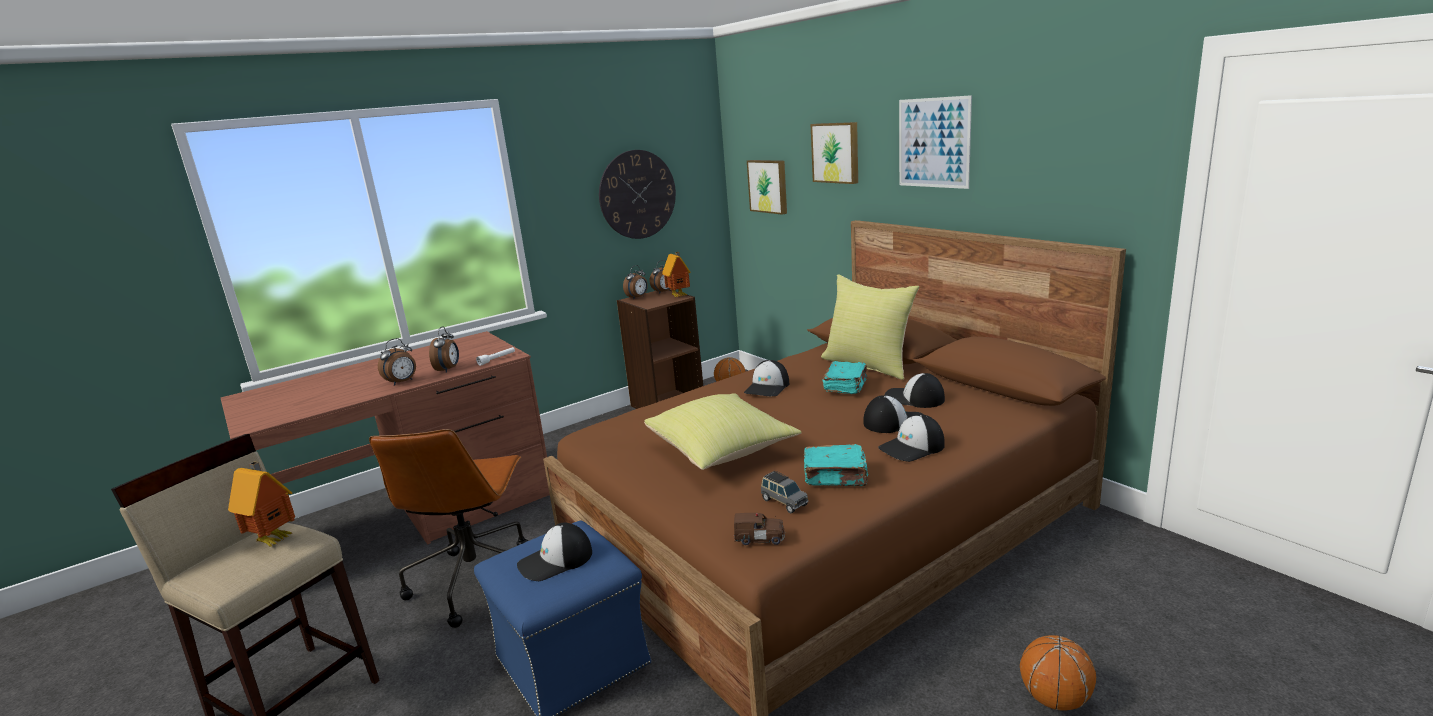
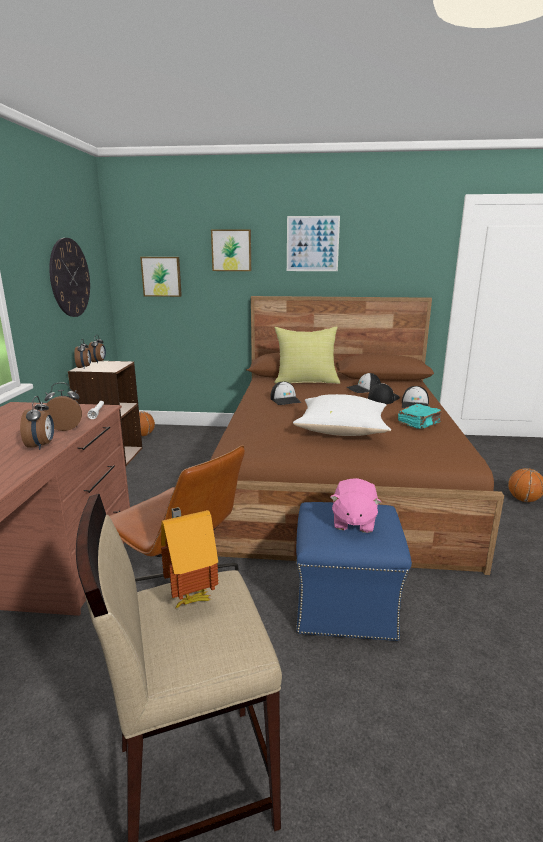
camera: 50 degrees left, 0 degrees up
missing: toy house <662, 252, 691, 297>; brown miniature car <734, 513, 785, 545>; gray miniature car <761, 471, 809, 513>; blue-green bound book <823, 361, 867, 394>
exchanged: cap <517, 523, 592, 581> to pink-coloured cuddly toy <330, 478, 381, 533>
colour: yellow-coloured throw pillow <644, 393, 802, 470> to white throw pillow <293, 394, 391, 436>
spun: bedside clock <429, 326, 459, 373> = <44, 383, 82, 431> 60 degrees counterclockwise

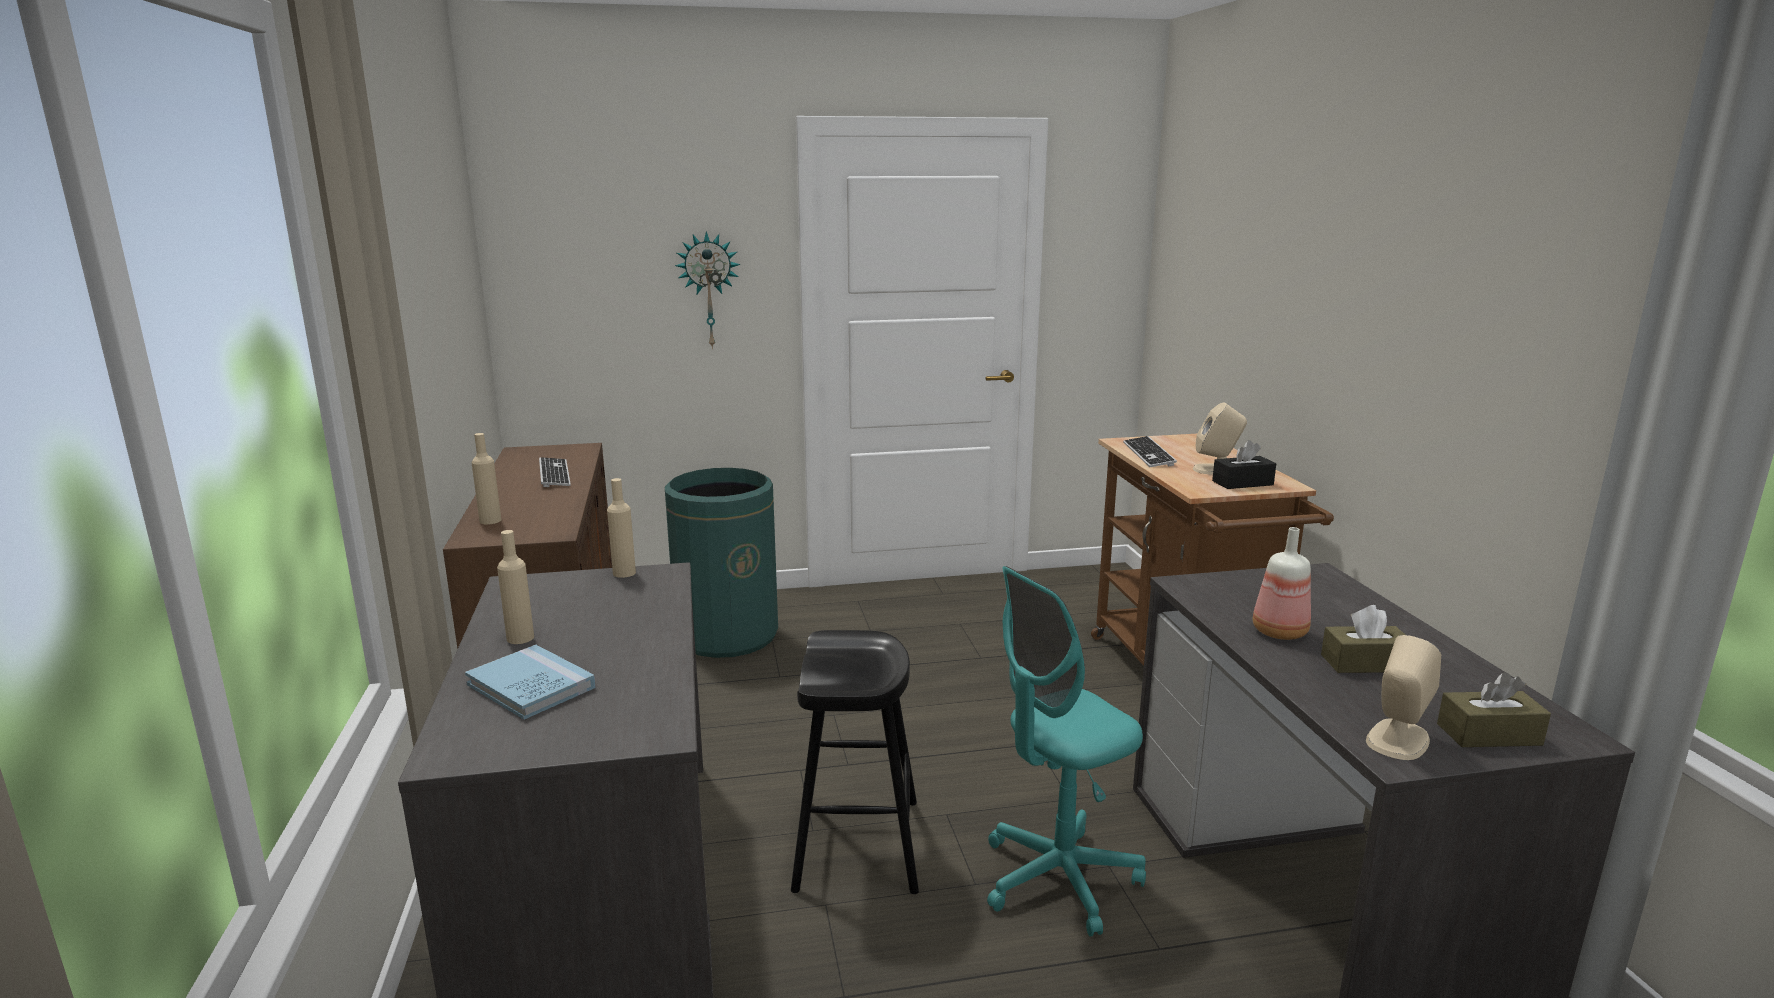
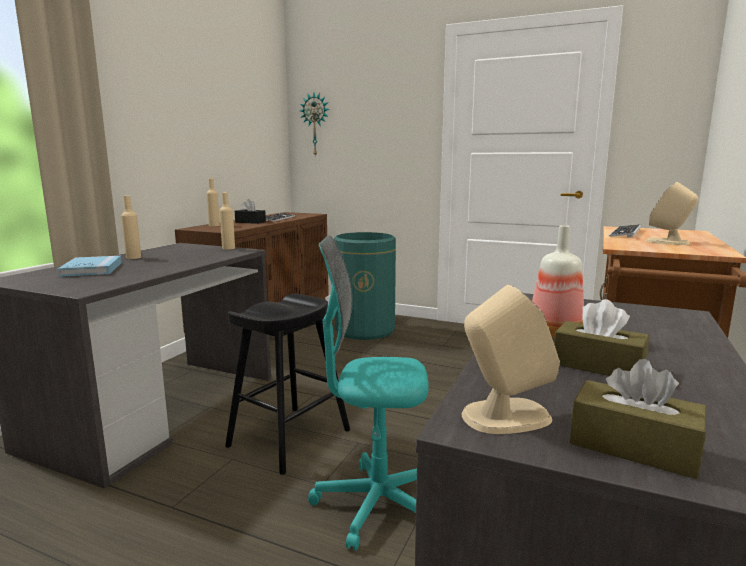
camera: 35 degrees right, 5 degrees down
relocated: clock on the wall <675, 231, 740, 349> to <300, 93, 330, 157>; black-coloured tissue holder <1212, 440, 1276, 489> to <235, 199, 266, 224>

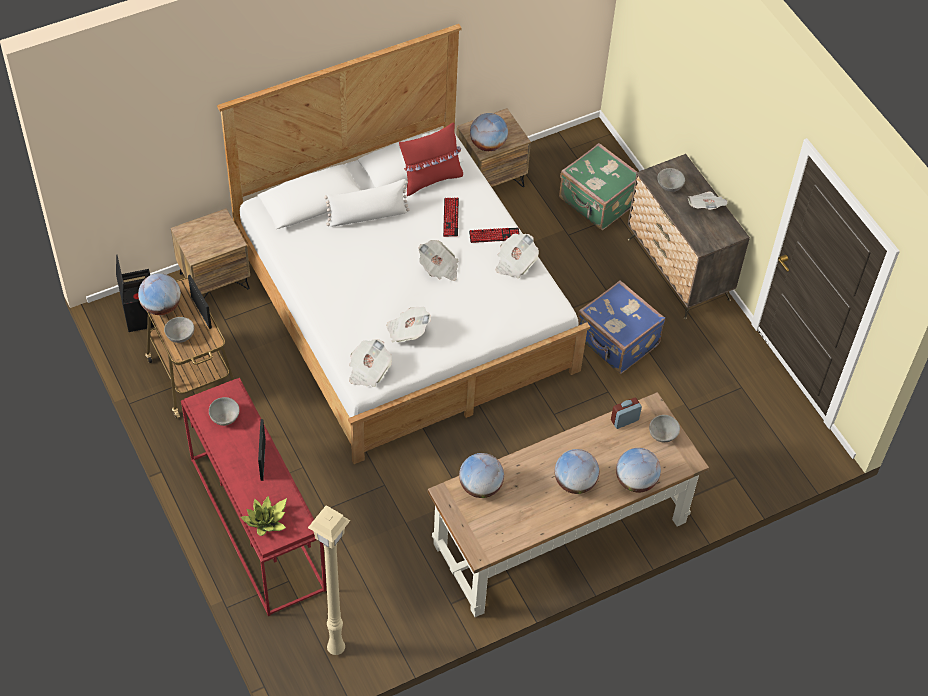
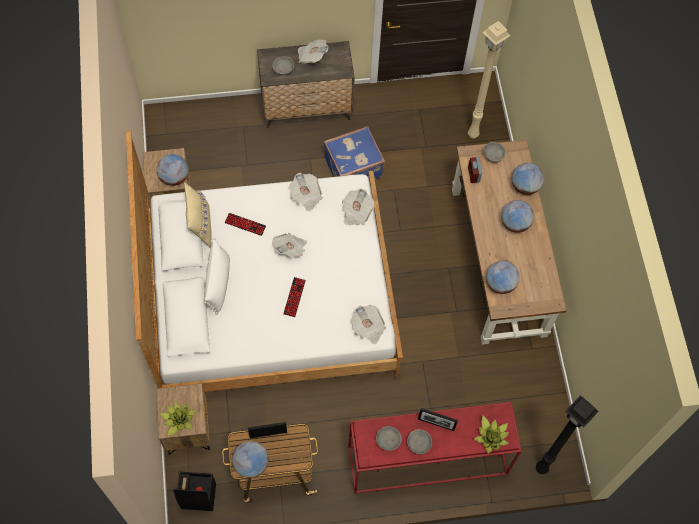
camera: 70 degrees left, 10 degrees up
missing: greenish piece of luggage <559, 143, 637, 230>
appeared: houseplant <160, 401, 196, 436>; black-coloured standard lamp <536, 395, 599, 474>
relocated: gray serving bowl <164, 317, 194, 343> to <407, 429, 432, 454>; sand-coloured standard lamp <308, 505, 350, 655> to <468, 21, 511, 138>; daily paper <386, 306, 431, 342> to <342, 189, 375, 225>; computer keyboard <469, 227, 520, 243> to <283, 277, 306, 317>
colour: red throw pillow <399, 123, 463, 196> to sand-coloured throw pillow <184, 182, 212, 248>

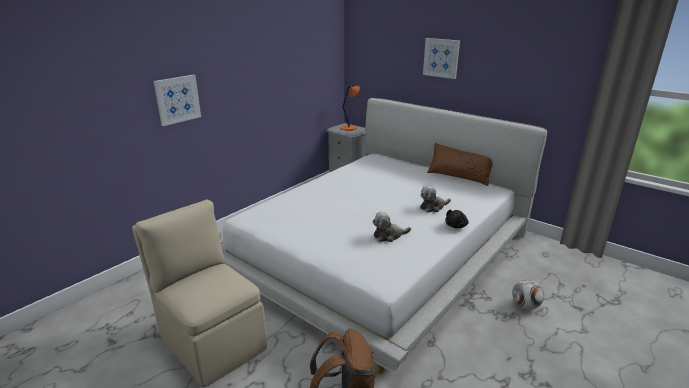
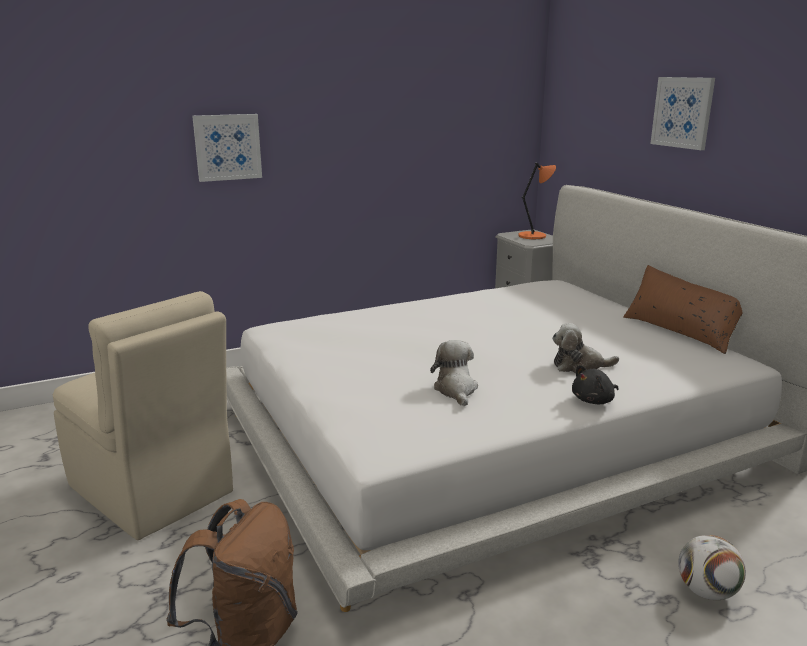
camera: 25 degrees right, 5 degrees down
spun: sand-coloured upright chair <132, 200, 267, 388> = <53, 291, 233, 540> 150 degrees clockwise; cuddly toy <373, 212, 411, 242> = <430, 340, 478, 407> 75 degrees clockwise

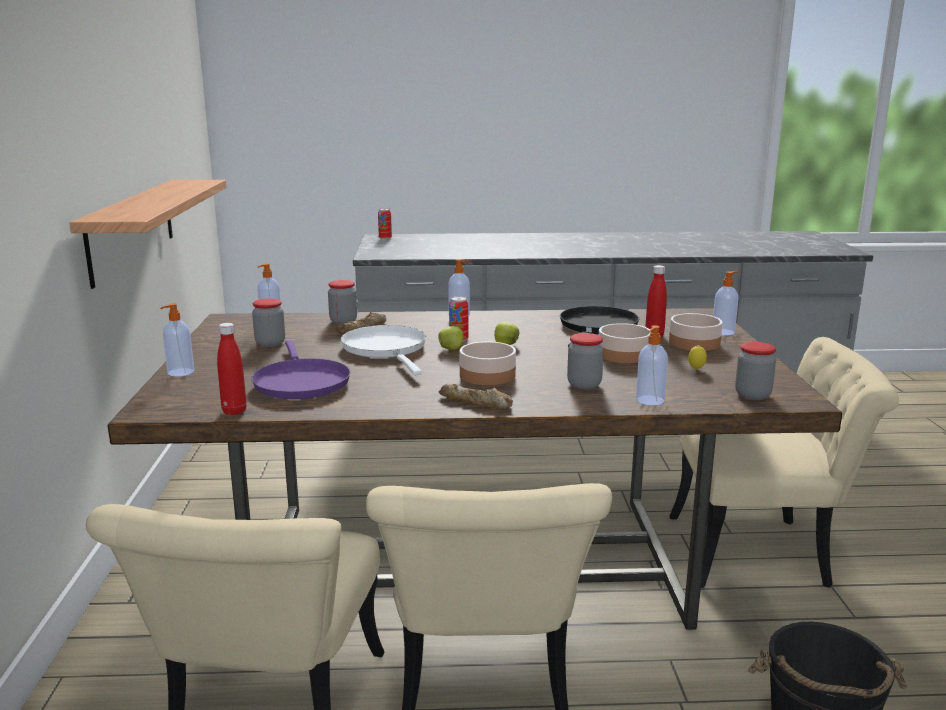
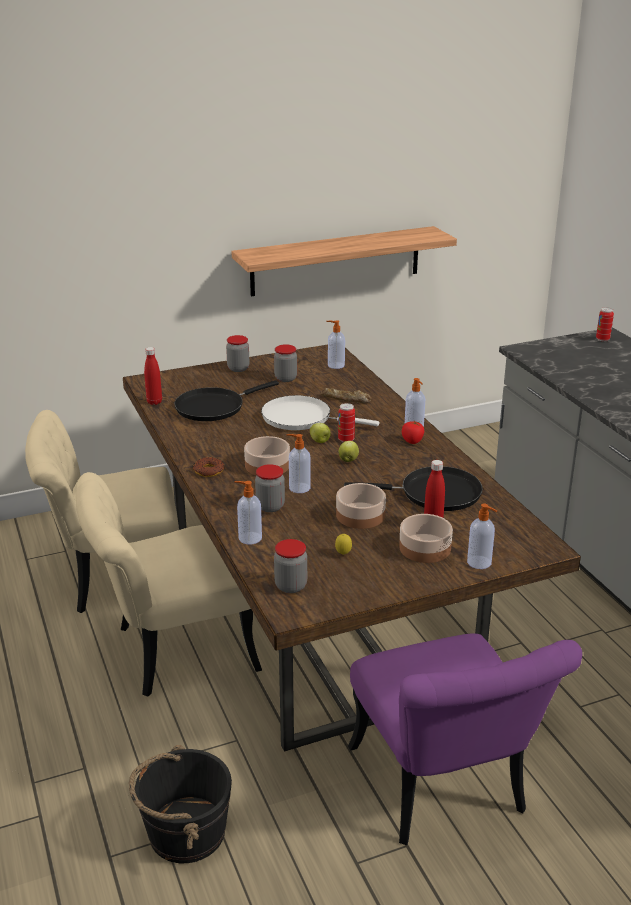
camera: 70 degrees right, 10 degrees up
appeared: whole tomato <402, 420, 424, 444>
relocated: liquid soap bottle <160, 303, 194, 376> to <287, 434, 311, 493>; jar <328, 280, 357, 324> to <226, 335, 249, 372>
exchanged: baked bread <439, 384, 513, 409> to donut <193, 457, 225, 477>
colour: purplish frying pan <251, 340, 351, 399> to black-coloured frying pan <174, 380, 279, 421>; sand-coloured upright chair <669, 337, 899, 588> to purplish upright chair <348, 634, 582, 845>
spun: white frying pan <341, 325, 426, 375> = <261, 395, 379, 430> 120 degrees counterclockwise

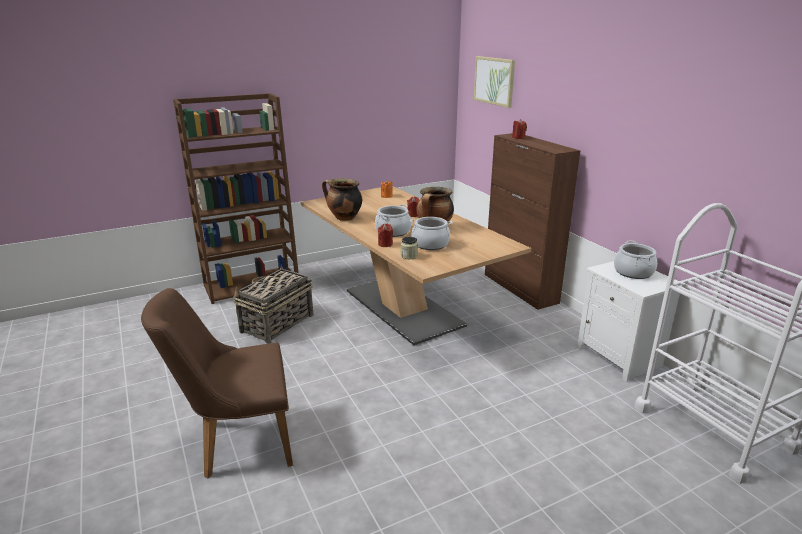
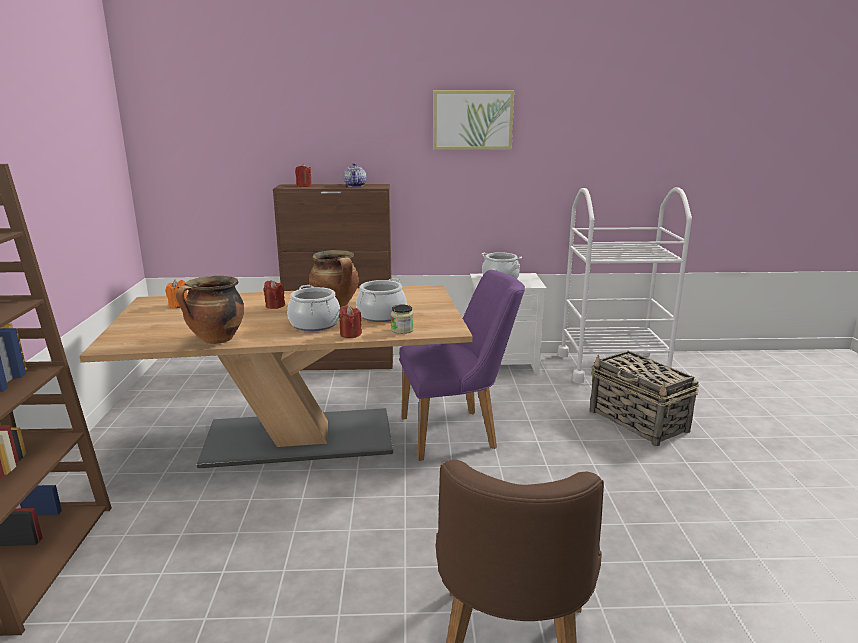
camera: 65 degrees left, 5 degrees down
appeared: teapot <344, 163, 367, 187>; purplish upright chair <399, 270, 525, 461>
relocated: basket <233, 264, 313, 344> to <590, 351, 699, 446>; wall art <474, 56, 515, 108> to <433, 90, 514, 150>

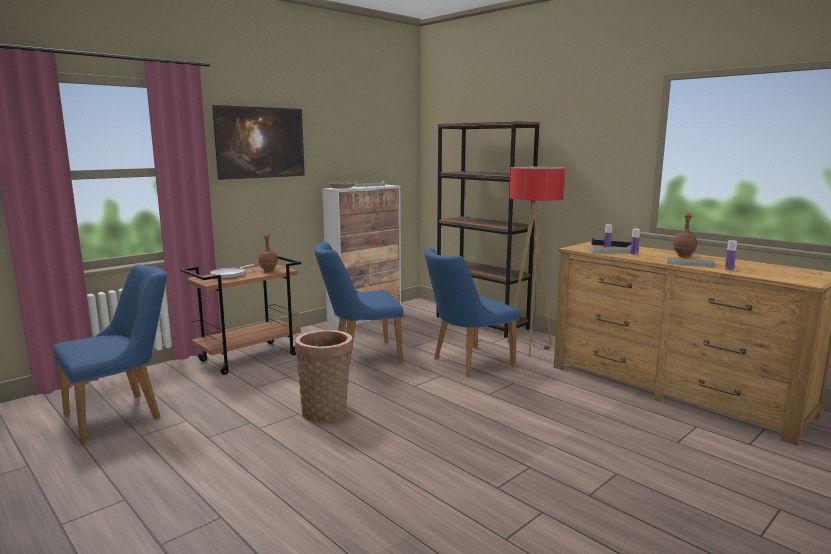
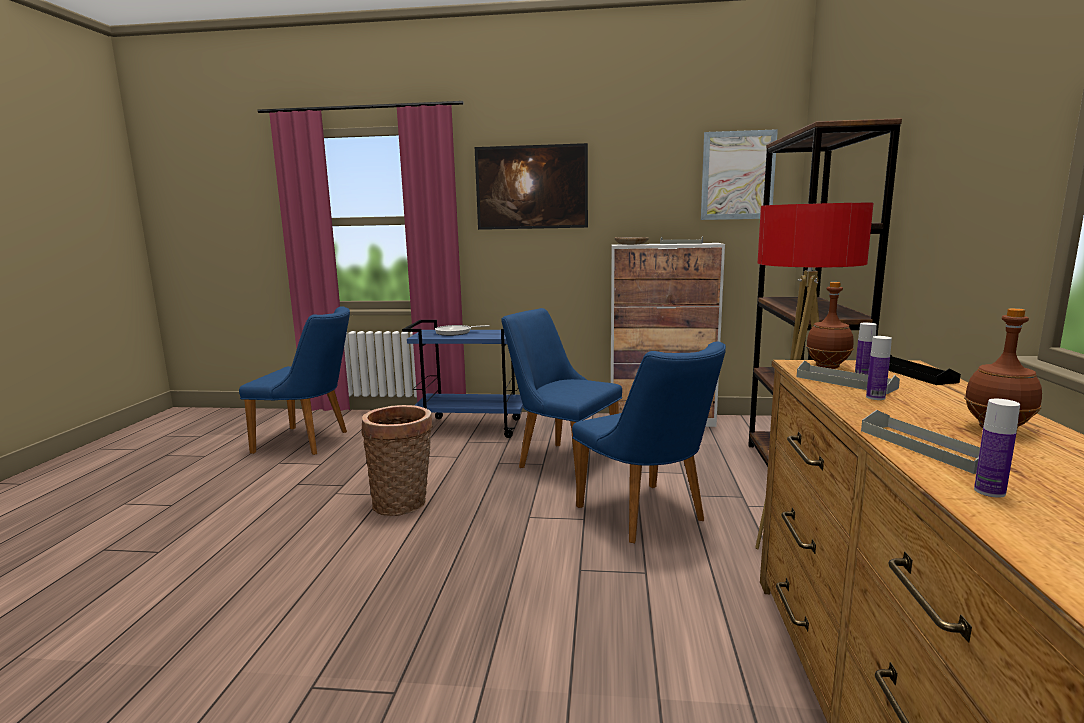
camera: 50 degrees right, 0 degrees up
appeared: wall art <701, 129, 778, 220>
relocated: brown drink bottle <258, 234, 278, 272> to <806, 282, 854, 369>
colour: brown wheeled cart <181, 256, 301, 375> to blue-coloured wheeled cart <402, 320, 523, 438>
spun: blue-coloured upright chair <424, 248, 520, 377> = <572, 342, 726, 543> 135 degrees counterclockwise

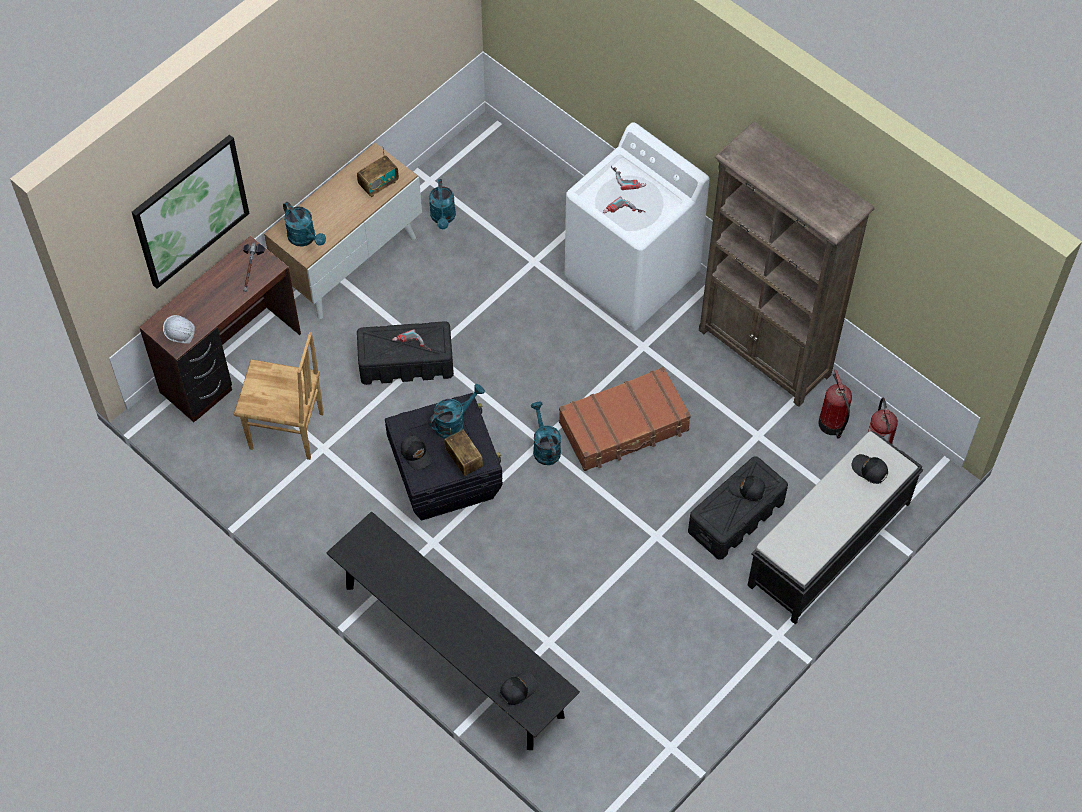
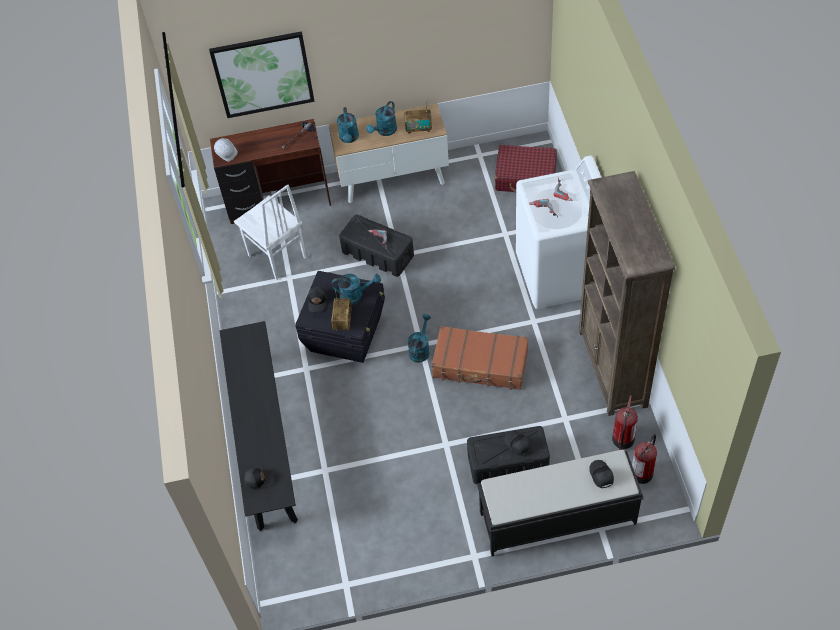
camera: 40 degrees right, 5 degrees down
appeared: red piece of luggage <495, 145, 557, 193>
relocated: blue-green watering pot <429, 179, 456, 229> to <366, 101, 397, 136>
colour: brown upright chair <234, 332, 324, 460> to white upright chair <234, 184, 306, 280>

